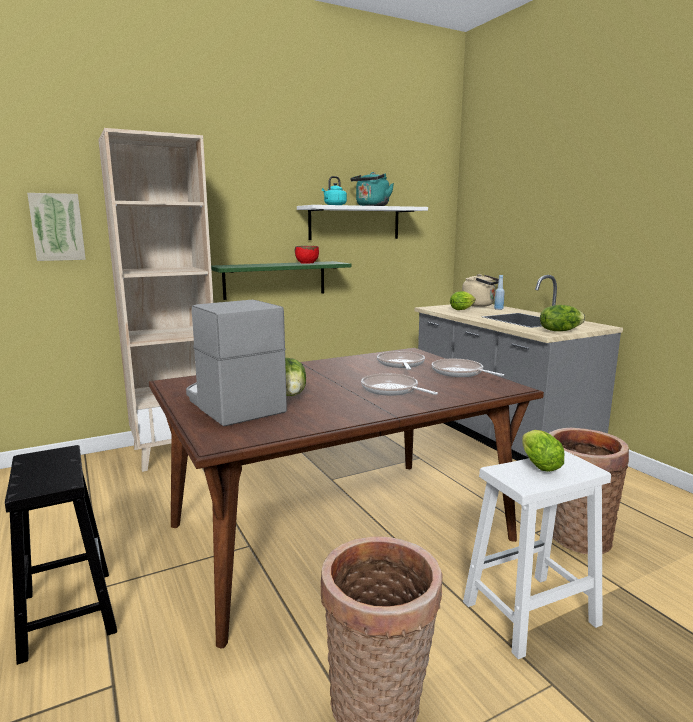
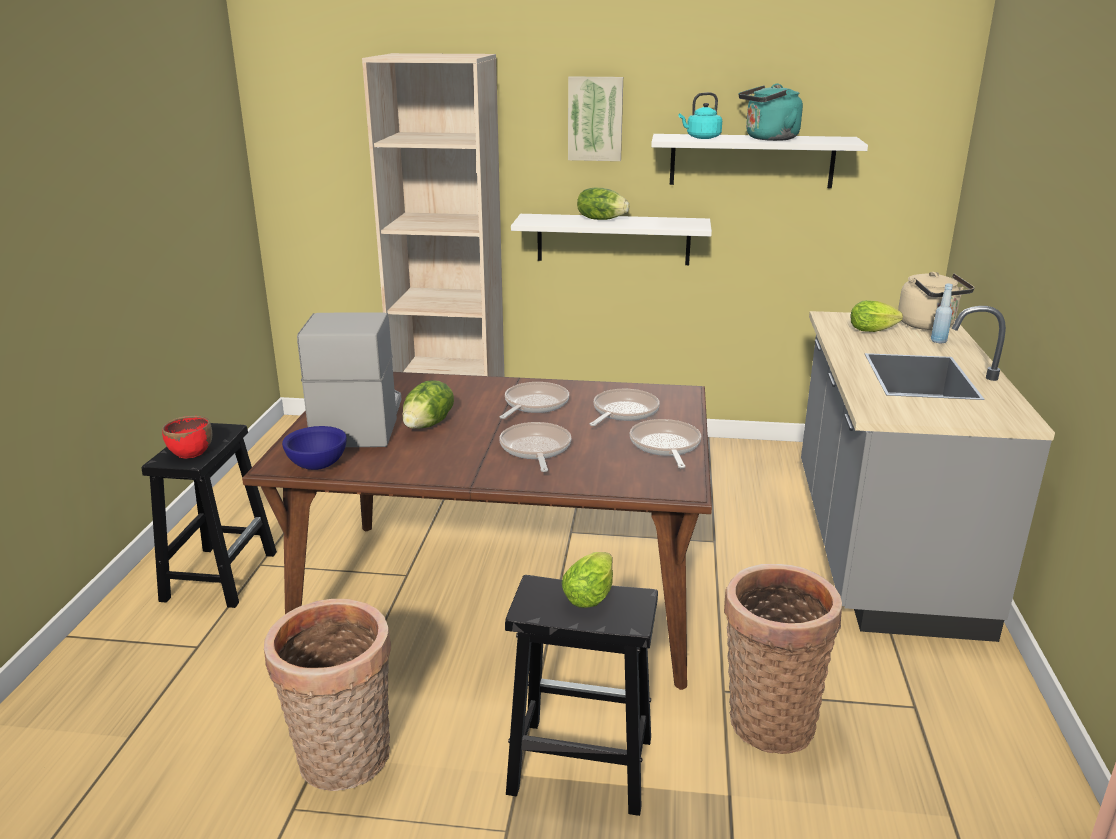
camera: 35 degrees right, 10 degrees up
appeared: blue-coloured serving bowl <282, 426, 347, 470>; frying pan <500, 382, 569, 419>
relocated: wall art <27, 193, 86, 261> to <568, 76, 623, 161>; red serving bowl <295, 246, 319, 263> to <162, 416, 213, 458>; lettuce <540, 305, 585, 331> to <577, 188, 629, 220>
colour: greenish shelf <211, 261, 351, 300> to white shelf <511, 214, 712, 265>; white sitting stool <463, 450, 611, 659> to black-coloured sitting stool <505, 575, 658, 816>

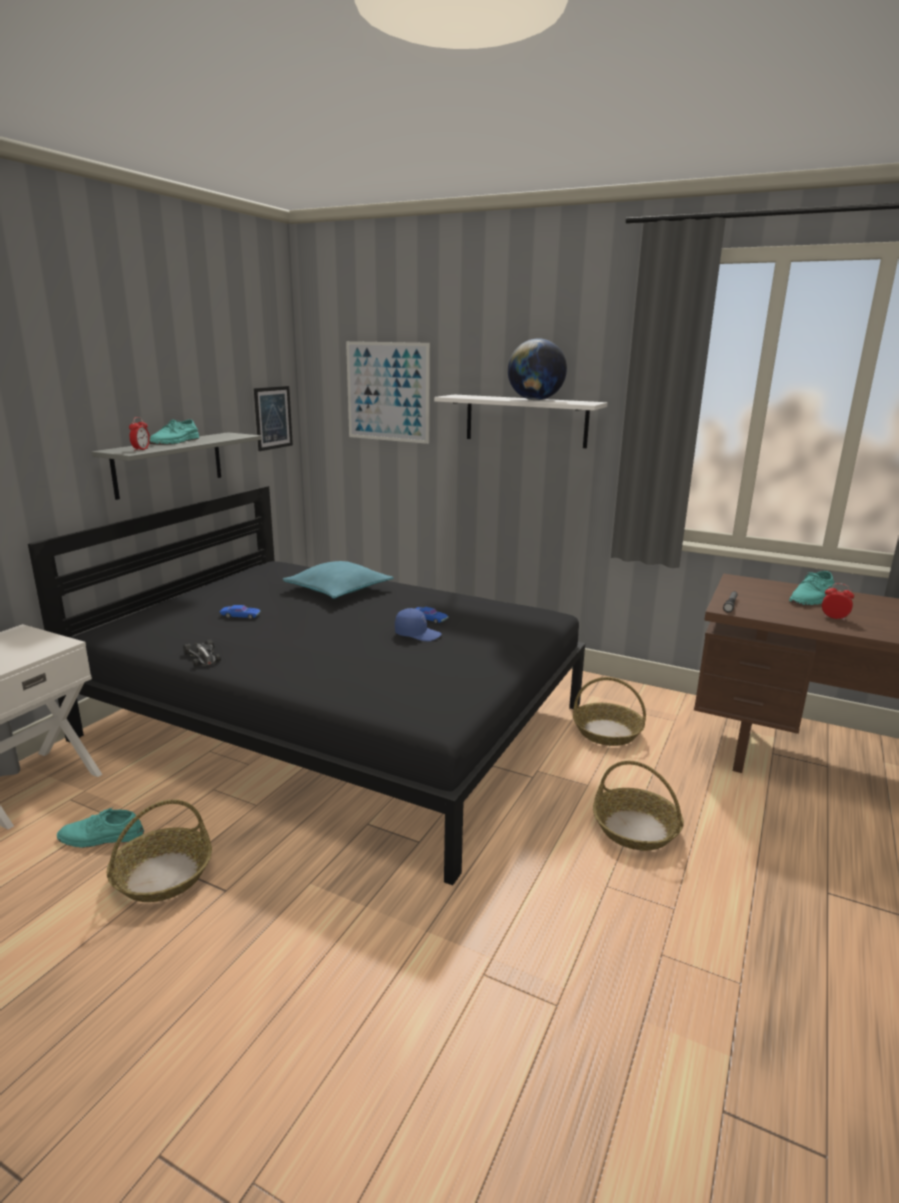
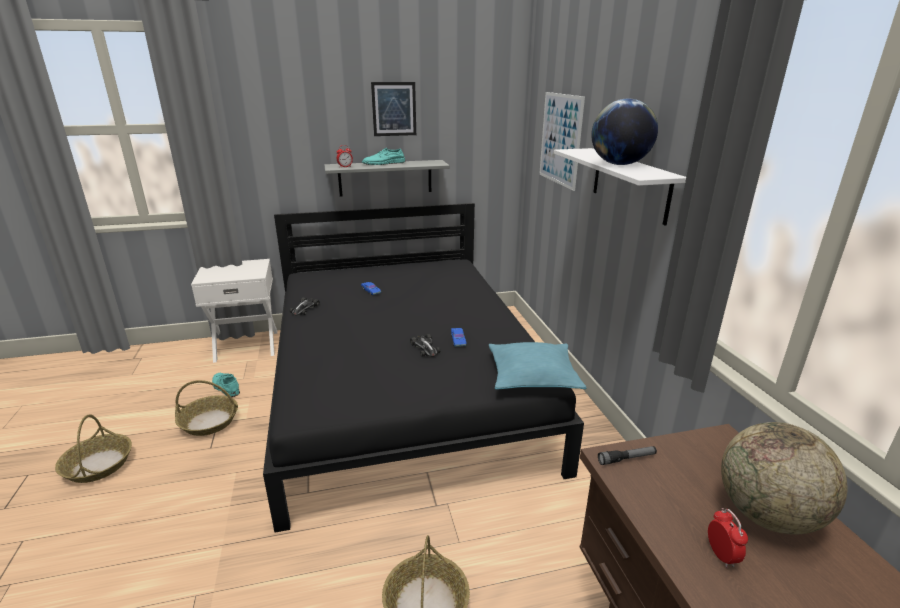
camera: 50 degrees right, 5 degrees up
relocated: wall art <254, 386, 293, 451> to <371, 82, 416, 136>; blue-green throw pillow <283, 561, 393, 599> to <489, 342, 586, 390>; basket <573, 677, 646, 746> to <55, 414, 132, 483>
exchanged: blue-coloured cap <395, 608, 442, 641> to miniature car <410, 334, 440, 357>; blue-green item of footwear <789, 571, 834, 605> to world globe <721, 422, 847, 535>

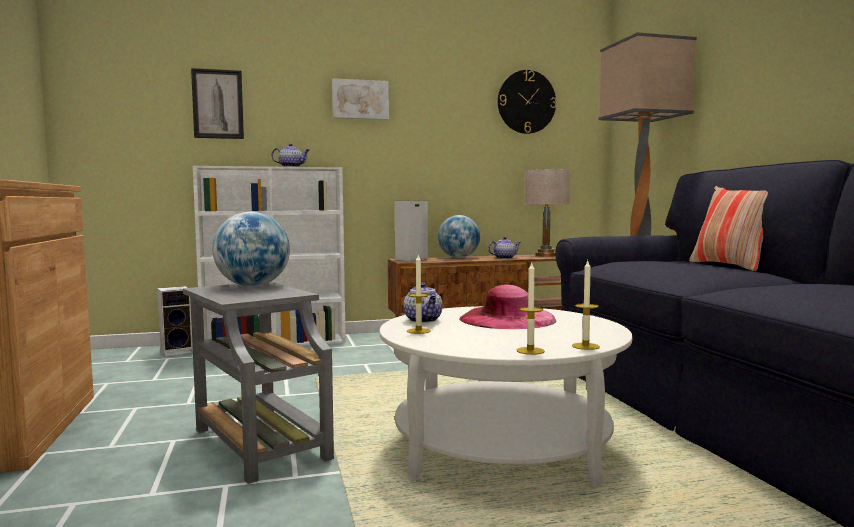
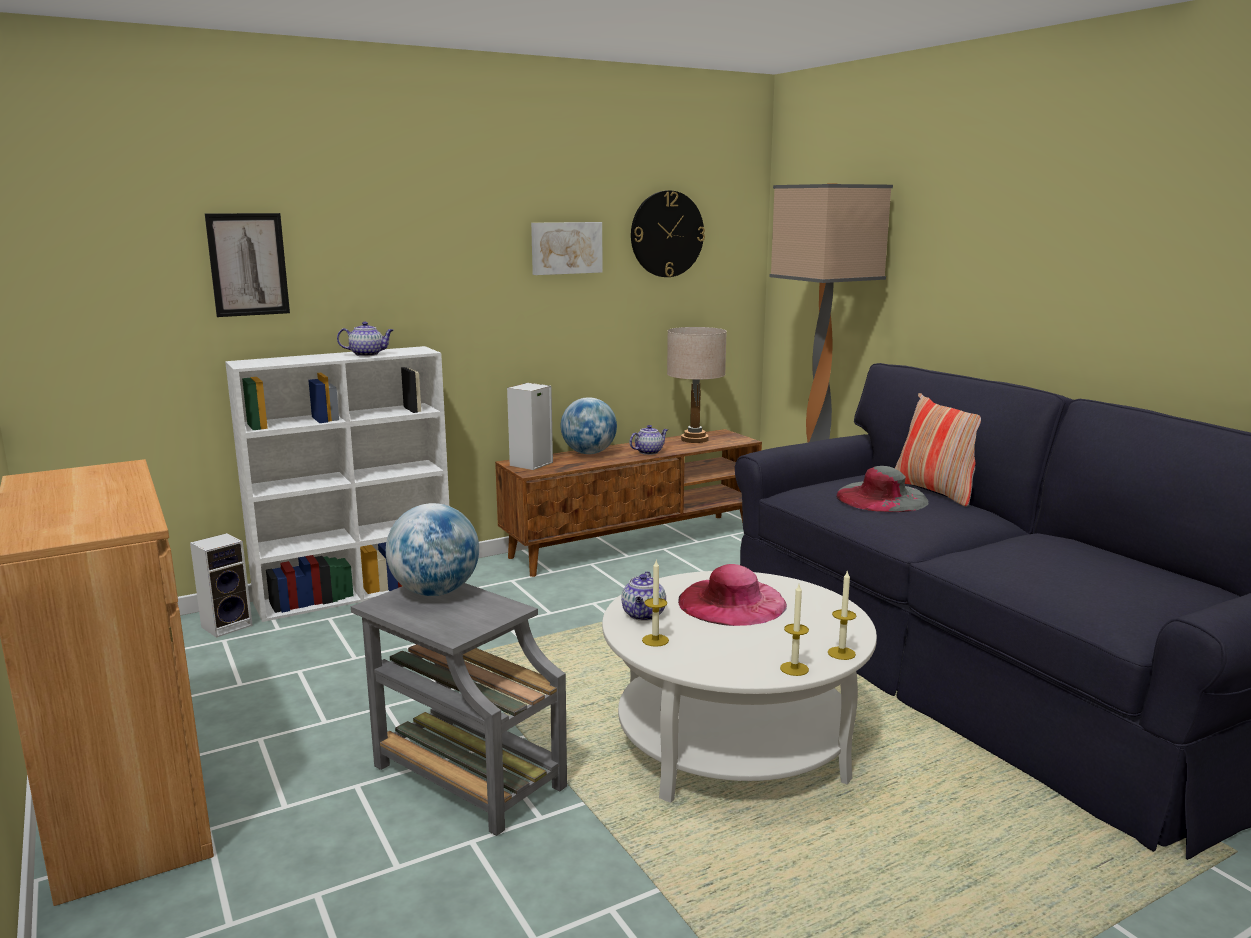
camera: 15 degrees left, 10 degrees up
appeared: gray hat <837, 466, 928, 512>
relocated: wall art <332, 78, 389, 120> to <531, 222, 603, 275>
spun: teapot <403, 283, 443, 323> = <621, 571, 666, 621> 45 degrees clockwise

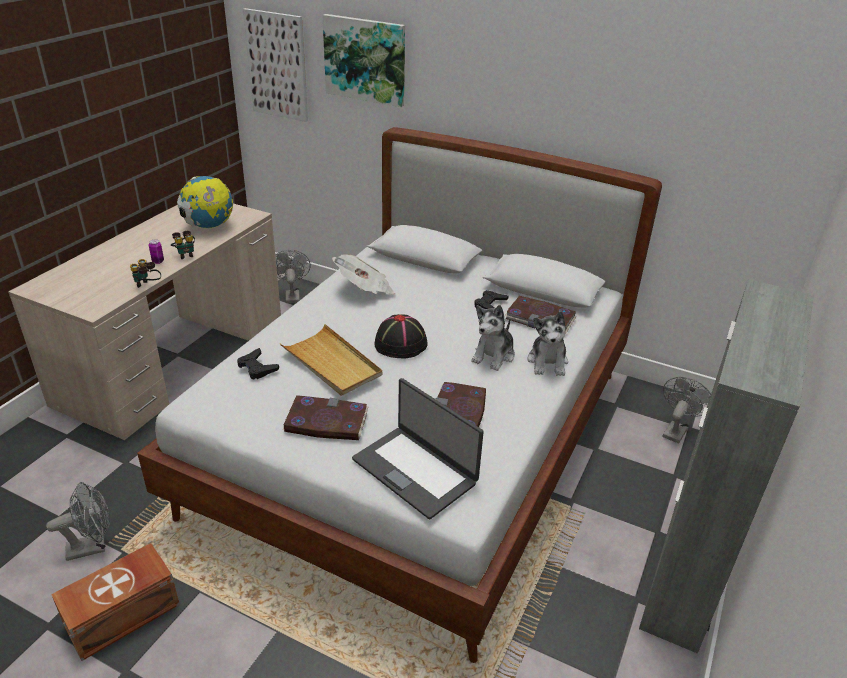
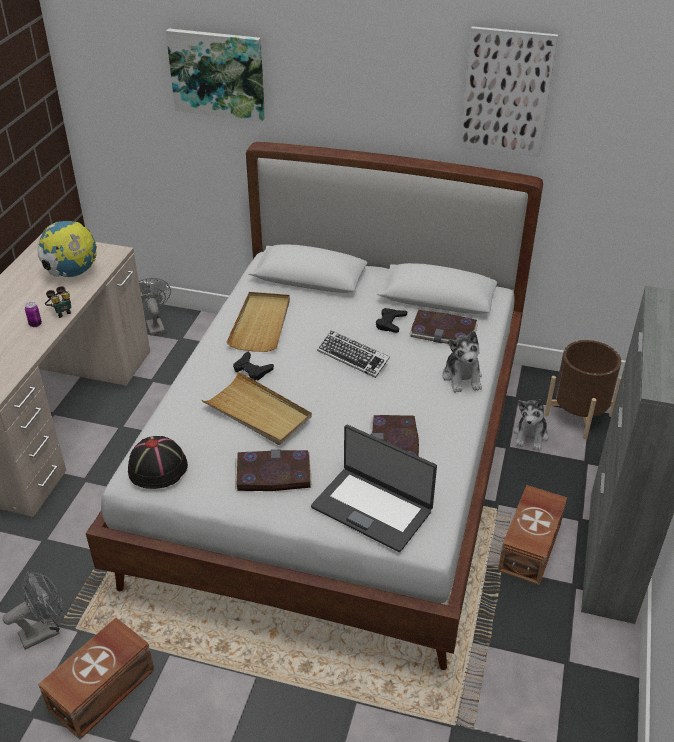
camera: 10 degrees left, 5 degrees up
missing: binoculars <130, 259, 161, 288>
appeared: computer keyboard <317, 330, 390, 378>; brown storage bin <498, 485, 567, 585>
relocated: black-coloured game controller <237, 348, 279, 380> to <233, 351, 274, 380>; wall art <243, 8, 308, 122> to <460, 26, 558, 157>; black-coloured hat <375, 314, 428, 358> to <128, 436, 188, 489>; cuddly toy <471, 305, 515, 371> to <514, 399, 548, 451>
exchanged: daily paper <332, 254, 395, 295> to sand-coloured tray <227, 292, 290, 352>; gray fan <662, 377, 711, 444> to brown plant pot <544, 340, 621, 439>

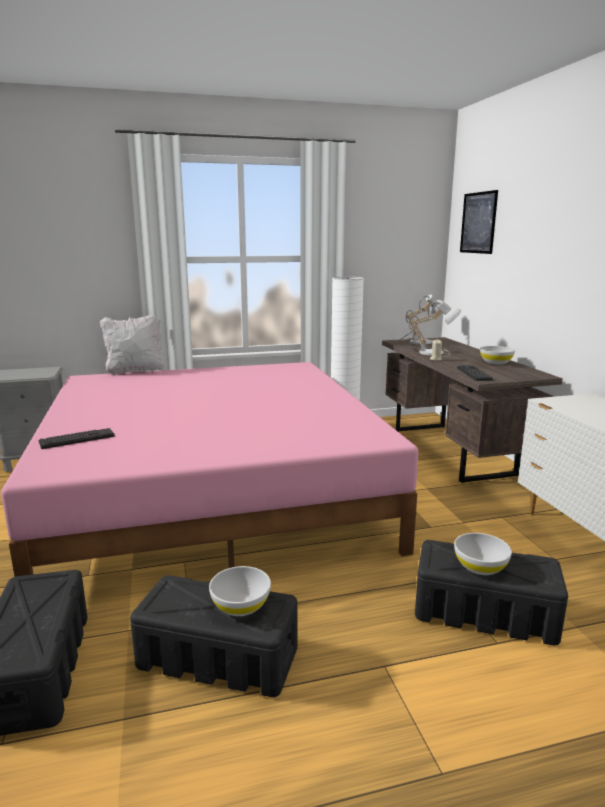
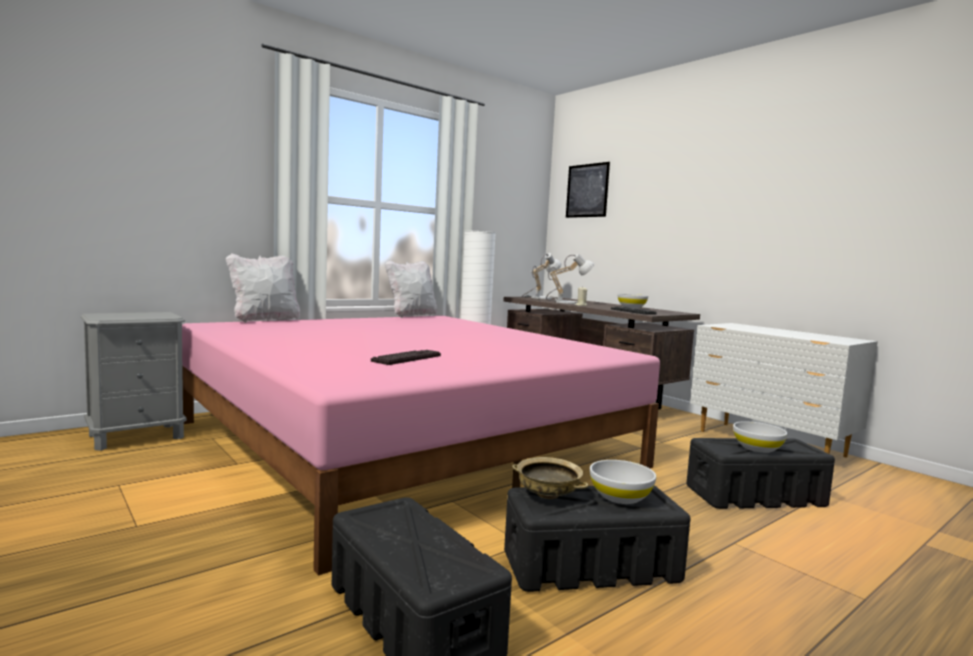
camera: 25 degrees left, 10 degrees down
appeared: white throw pillow <385, 260, 437, 318>; sand-coloured serving bowl <512, 457, 589, 499>
relocated: computer keyboard <39, 428, 115, 449> to <371, 350, 441, 365>

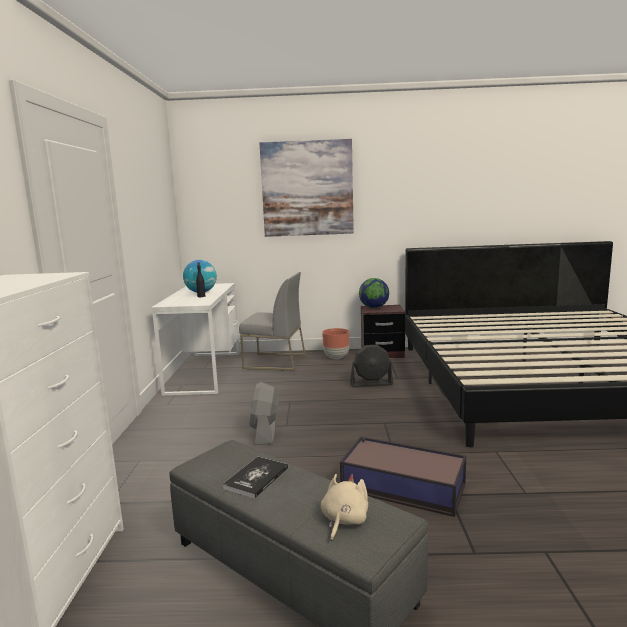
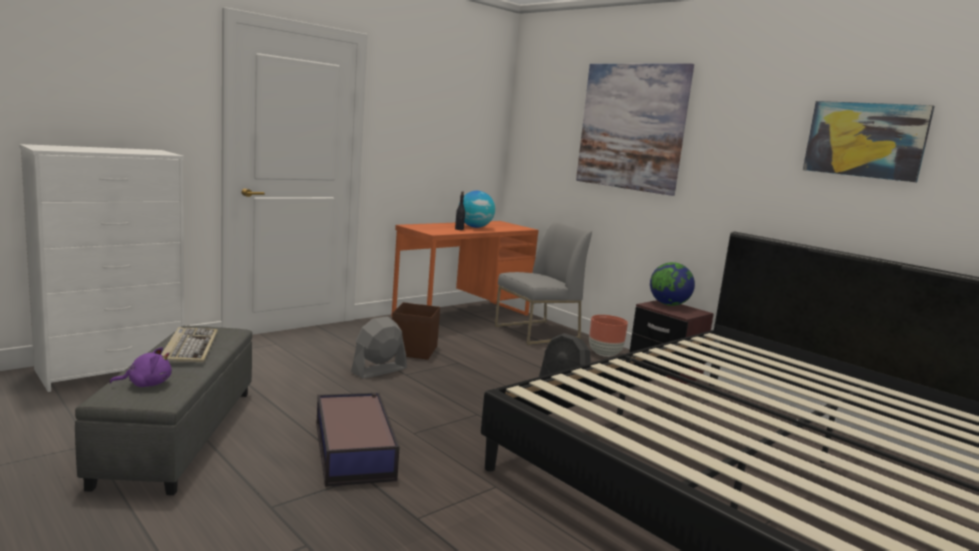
camera: 45 degrees right, 0 degrees up
appeared: brown storage bin <392, 302, 440, 360>; wall art <803, 101, 934, 182>
exchanged: bound book <222, 457, 288, 499> to computer keyboard <161, 327, 218, 363>
colour: white desk unit <151, 283, 239, 395> to orangey desk unit <391, 221, 538, 317>; sand-coloured cuddly toy <321, 474, 368, 541> to purplish cuddly toy <109, 347, 172, 387>
spun: gray upright chair <239, 272, 306, 371> = <495, 221, 592, 345> 90 degrees counterclockwise

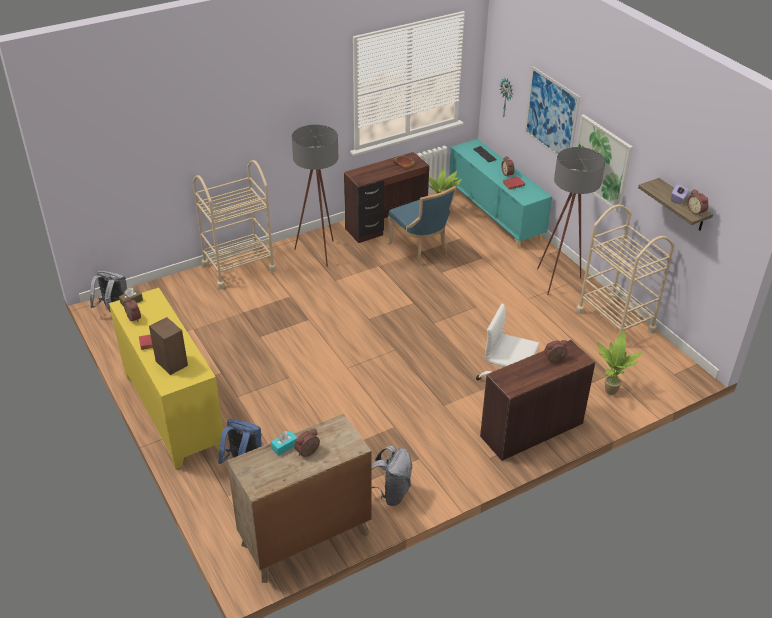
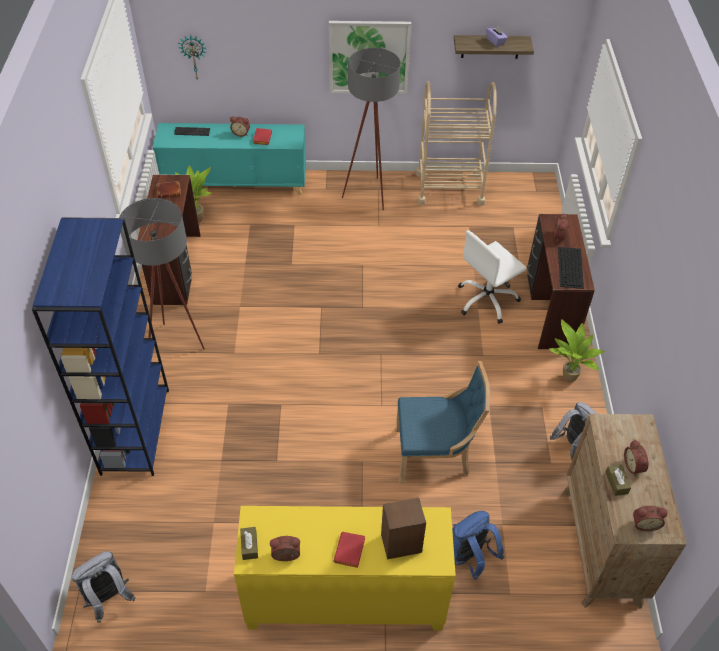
camera: 60 degrees left, 10 degrees up
missing: wall art <524, 66, 580, 156>
appeared: computer keyboard <558, 247, 584, 289>
relocated: blue-coloured upright chair <387, 186, 456, 267> to <395, 361, 490, 484>; houseplant <597, 331, 642, 395> to <549, 319, 605, 383>; bedside clock <687, 189, 709, 216> to <633, 506, 668, 531>
exchanged: sand-coloured wheeled cart <193, 160, 277, 289> to blue-coloured bookcase <32, 217, 169, 476>
colour: blue-green tissue holder <271, 431, 297, 456> to brown tissue holder <605, 464, 631, 496>

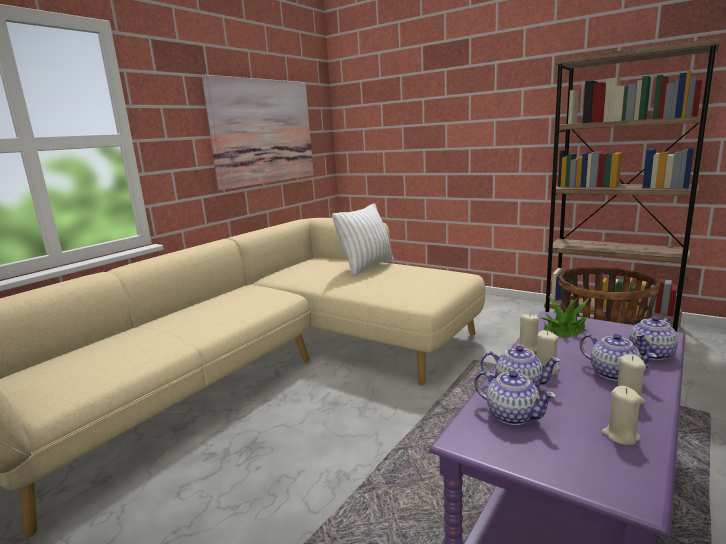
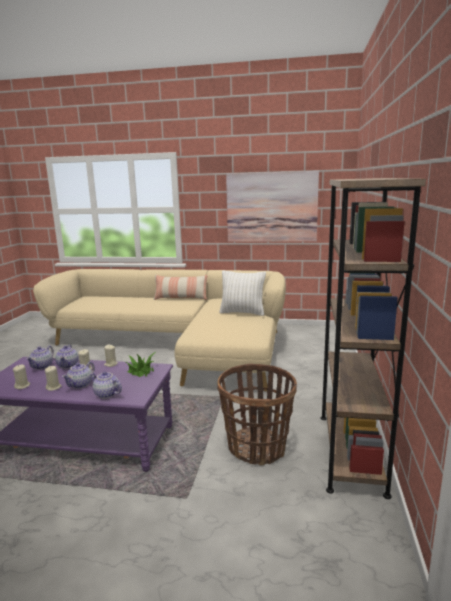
camera: 65 degrees right, 0 degrees up
appeared: throw pillow <153, 275, 208, 300>

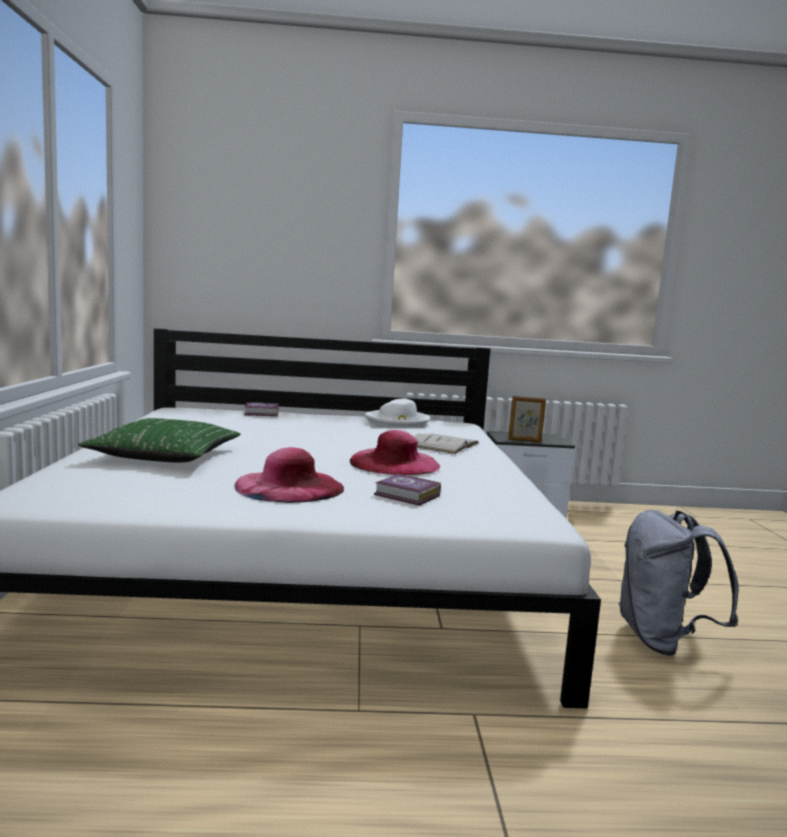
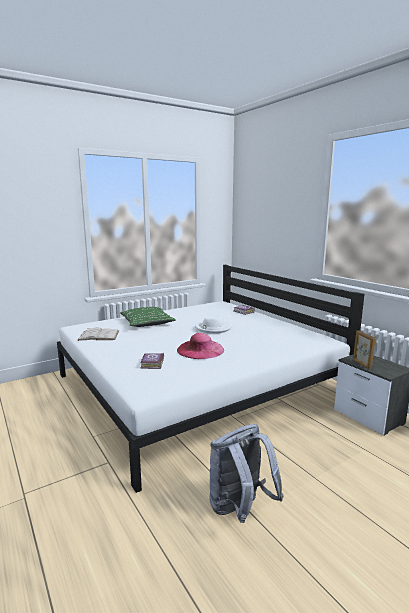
camera: 60 degrees right, 5 degrees up
missing: pink-coloured hat <234, 447, 344, 503>
relocated: white hat <364, 398, 430, 427> to <195, 315, 232, 334>; white bound book <414, 433, 479, 454> to <77, 327, 119, 341>

